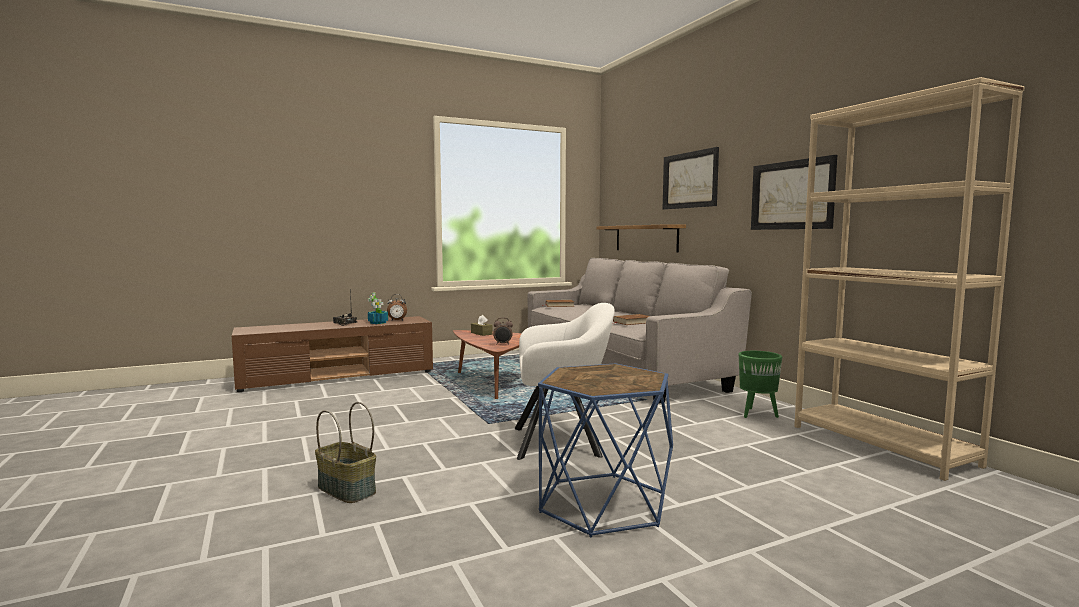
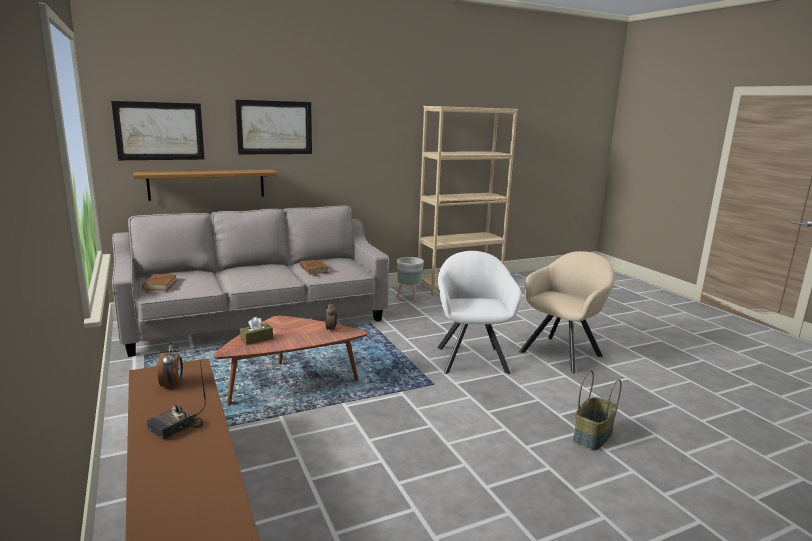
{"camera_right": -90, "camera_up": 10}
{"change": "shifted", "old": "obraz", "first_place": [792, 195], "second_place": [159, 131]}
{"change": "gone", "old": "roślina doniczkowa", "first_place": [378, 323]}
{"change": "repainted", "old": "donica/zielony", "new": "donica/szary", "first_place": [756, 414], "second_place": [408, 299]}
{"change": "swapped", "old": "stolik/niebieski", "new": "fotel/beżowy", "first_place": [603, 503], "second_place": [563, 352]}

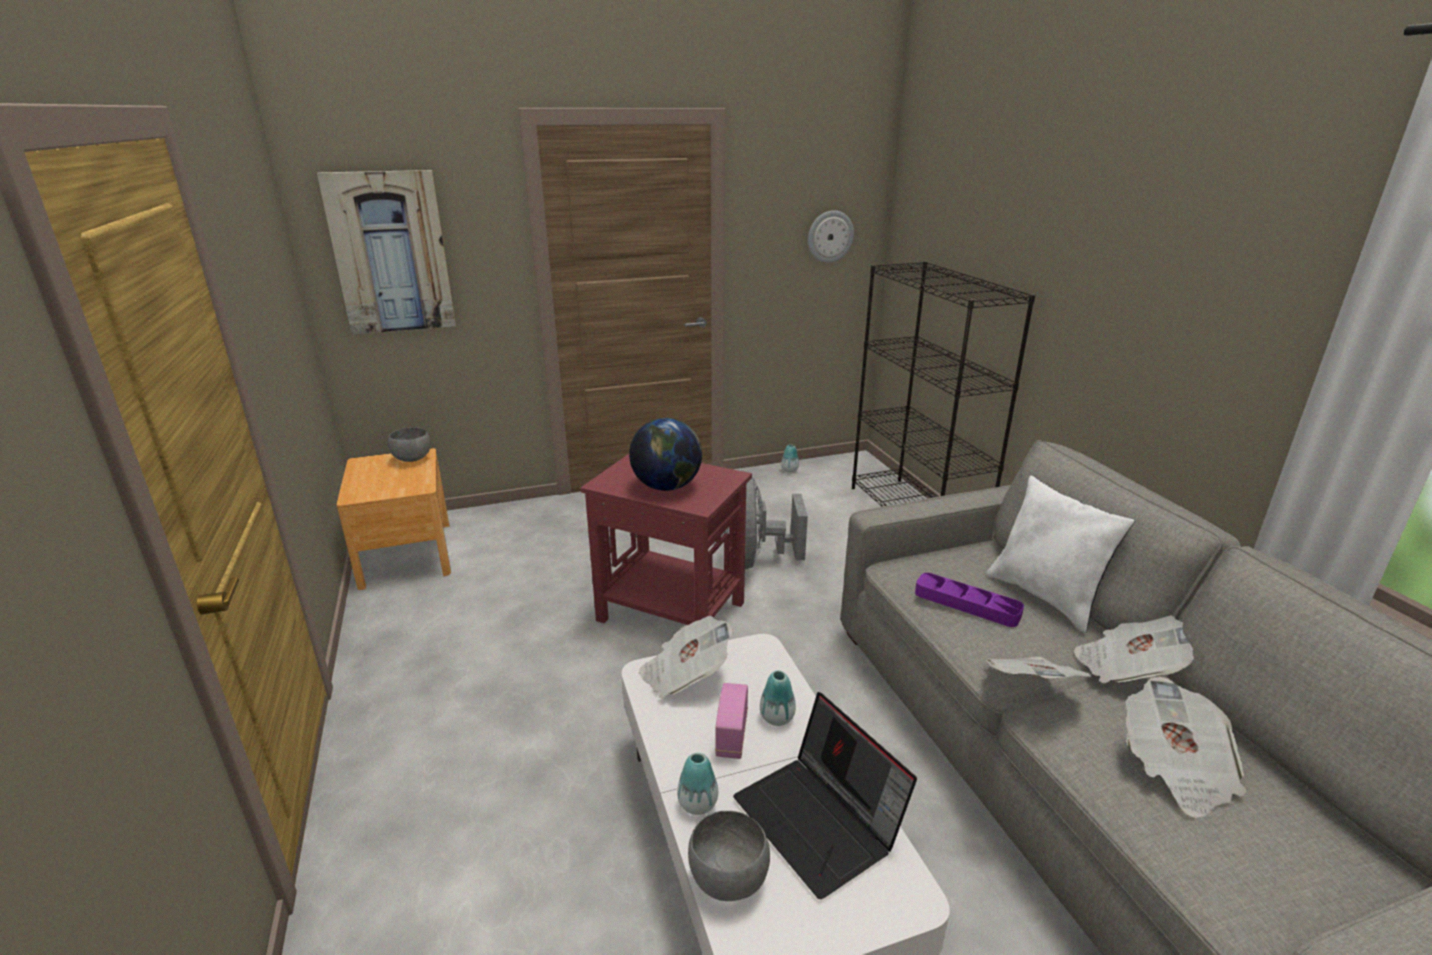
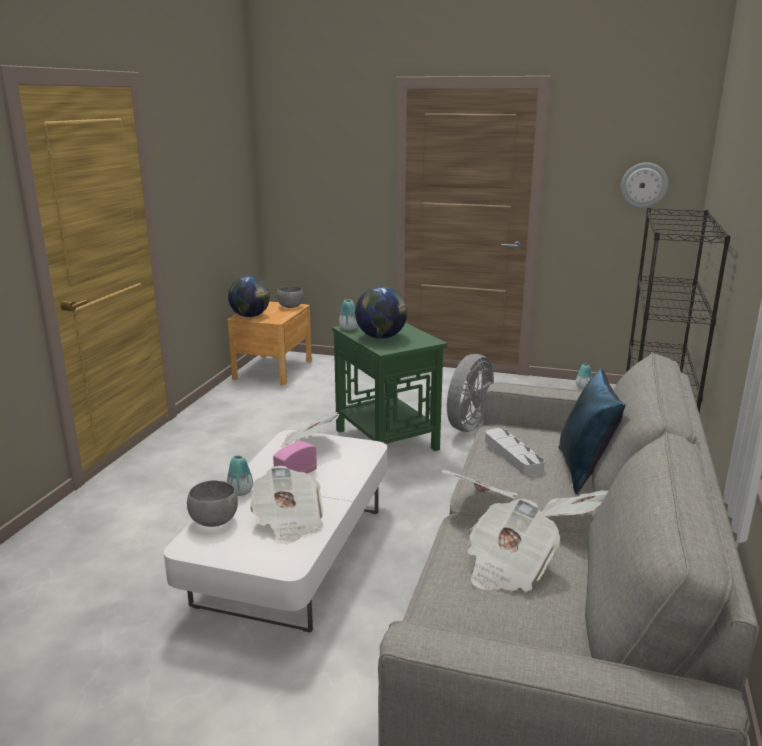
{"camera_right": 35, "camera_up": -5}
{"change": "gone", "old": "obraz", "first_place": [391, 253]}
{"change": "repainted", "old": "stolik/czerwony", "new": "stolik/zielony", "first_place": [671, 611], "second_place": [387, 439]}
{"change": "repainted", "old": "poduszka/biały", "new": "poduszka/niebieski", "first_place": [1046, 597], "second_place": [584, 471]}
{"change": "repainted", "old": "taca/fioletowy", "new": "taca/szary", "first_place": [966, 604], "second_place": [512, 455]}
{"change": "shifted", "old": "wazon", "first_place": [777, 717], "second_place": [348, 328]}
{"change": "swapped", "old": "laptop", "new": "gazeta", "first_place": [820, 821], "second_place": [288, 522]}
{"change": "new", "new": "globus", "second_place": [250, 316]}

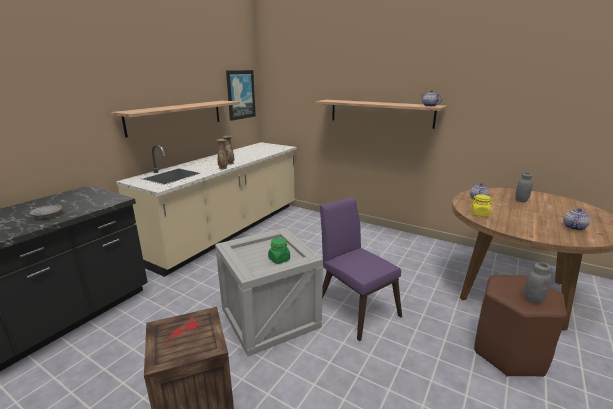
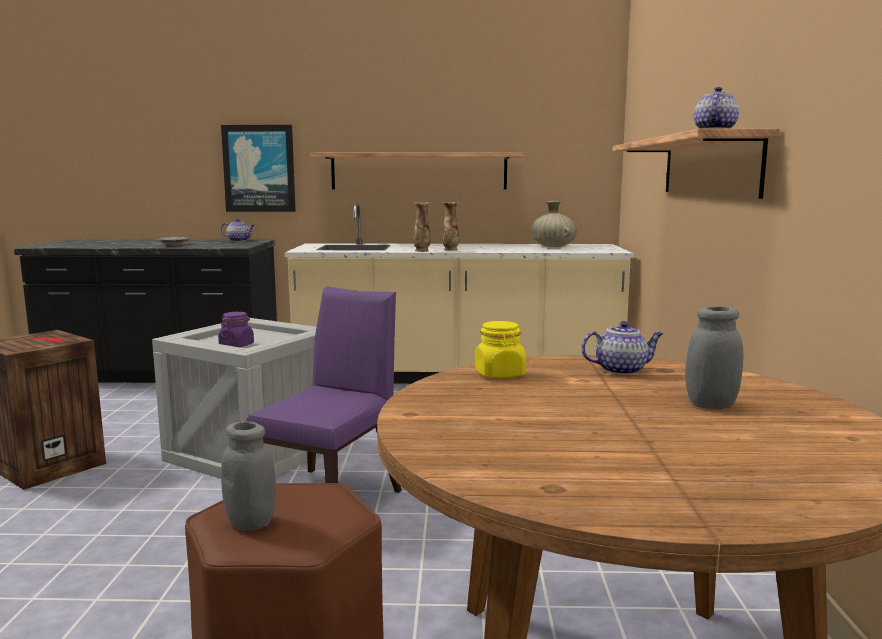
{"camera_right": 60, "camera_up": -10}
{"change": "shifted", "old": "obraz", "first_place": [240, 94], "second_place": [259, 168]}
{"change": "shifted", "old": "imbryk", "first_place": [573, 227], "second_place": [239, 240]}
{"change": "repainted", "old": "słoik/zielony", "new": "słoik/fioletowy", "first_place": [279, 259], "second_place": [236, 345]}
{"change": "new", "new": "wazon/beżowy", "second_place": [553, 247]}

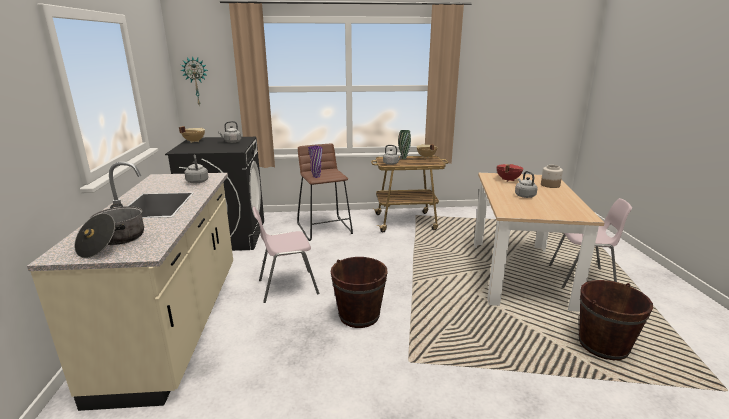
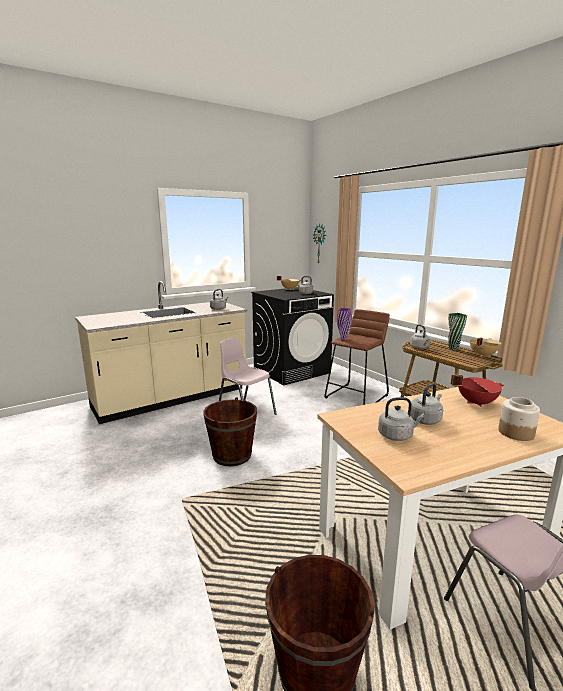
{"camera_right": 60, "camera_up": -5}
{"change": "gone", "old": "garnek", "first_place": [113, 242]}
{"change": "new", "new": "czajnik/szary", "second_place": [397, 435]}

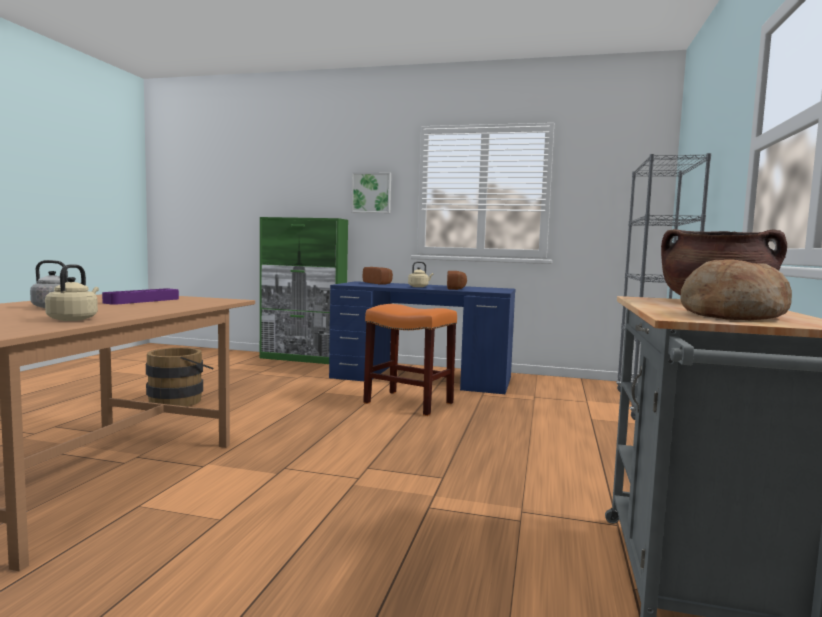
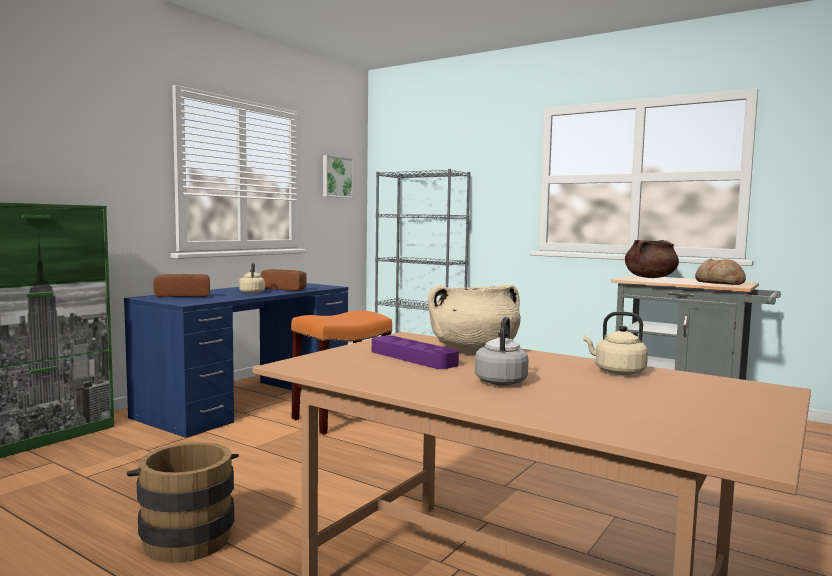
{"camera_right": -70, "camera_up": 0}
{"change": "shifted", "old": "obraz", "first_place": [372, 193], "second_place": [336, 177]}
{"change": "new", "new": "garnek/beżowy", "second_place": [474, 350]}

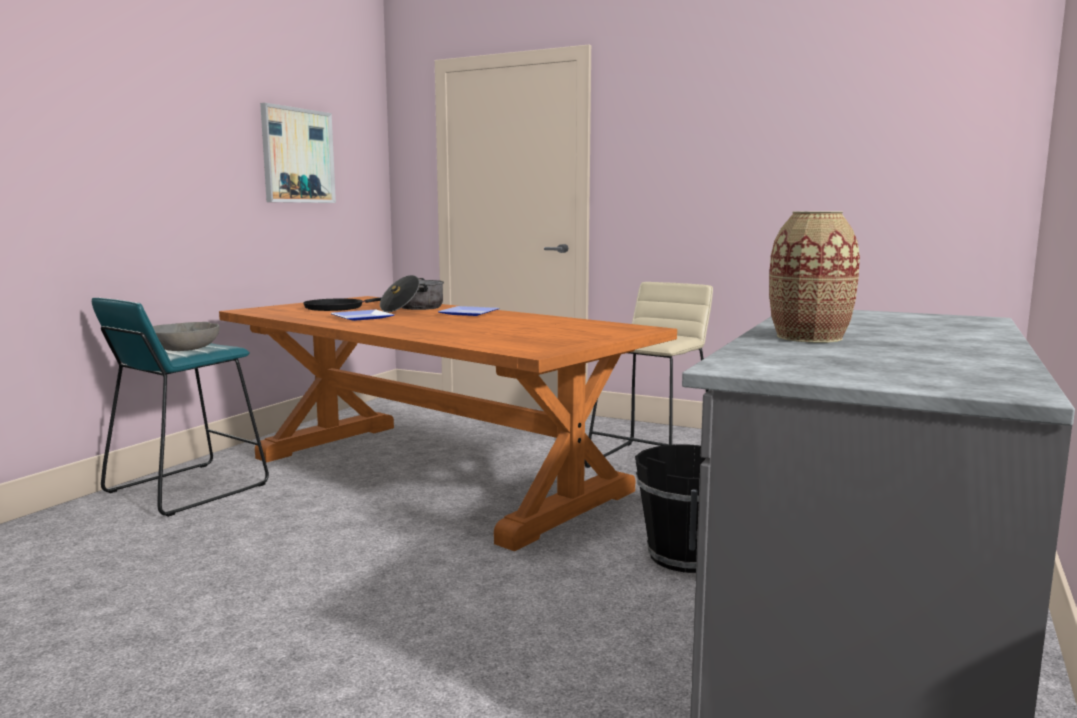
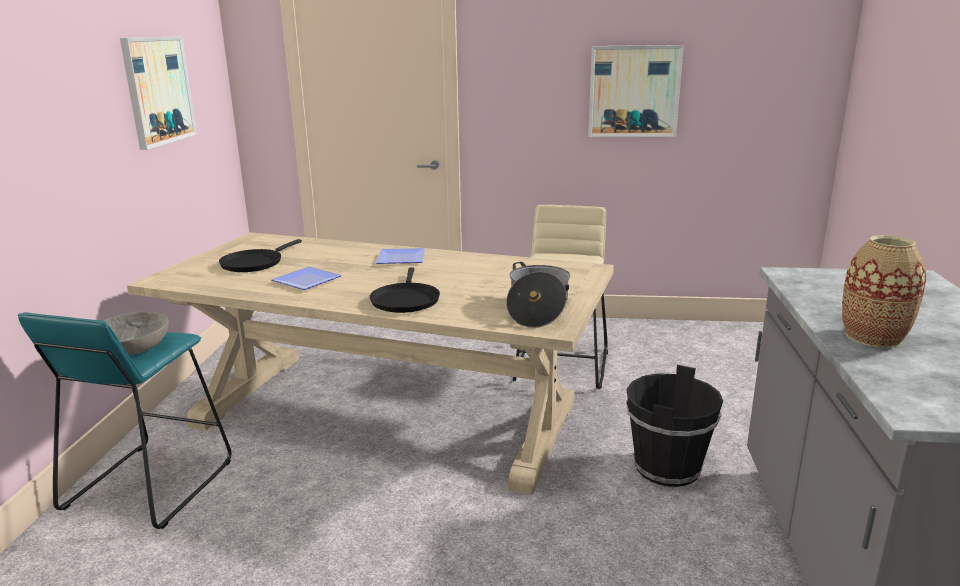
{"camera_right": -20, "camera_up": 10}
{"change": "shifted", "old": "garnek", "first_place": [413, 308], "second_place": [537, 309]}
{"change": "repainted", "old": "stół jadalny/pomarańczowy", "new": "stół jadalny/beżowy", "first_place": [431, 474], "second_place": [384, 414]}
{"change": "new", "new": "obraz", "second_place": [634, 91]}
{"change": "new", "new": "patelnia/czarny", "second_place": [405, 300]}

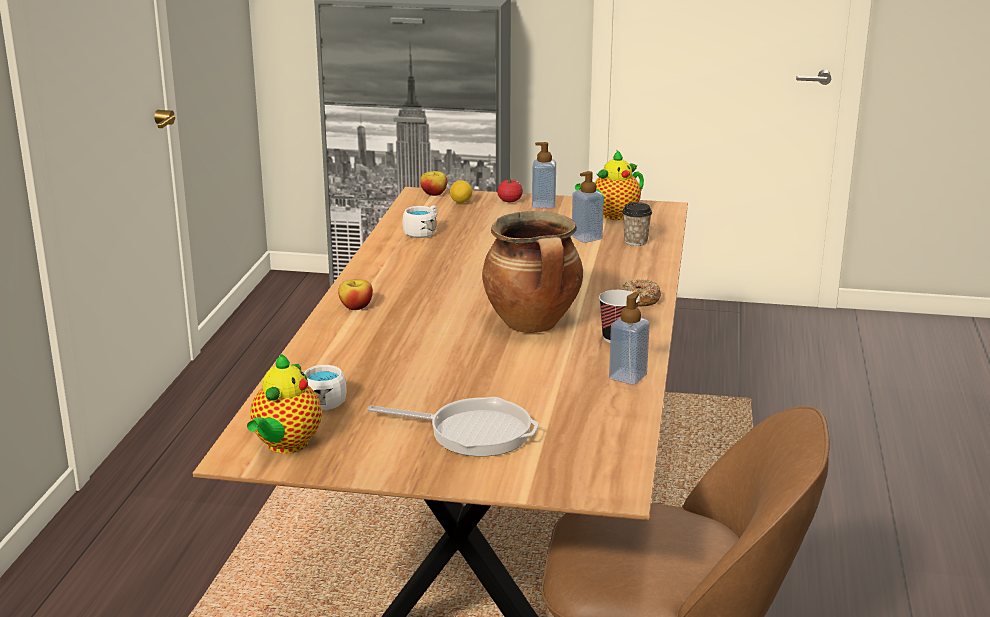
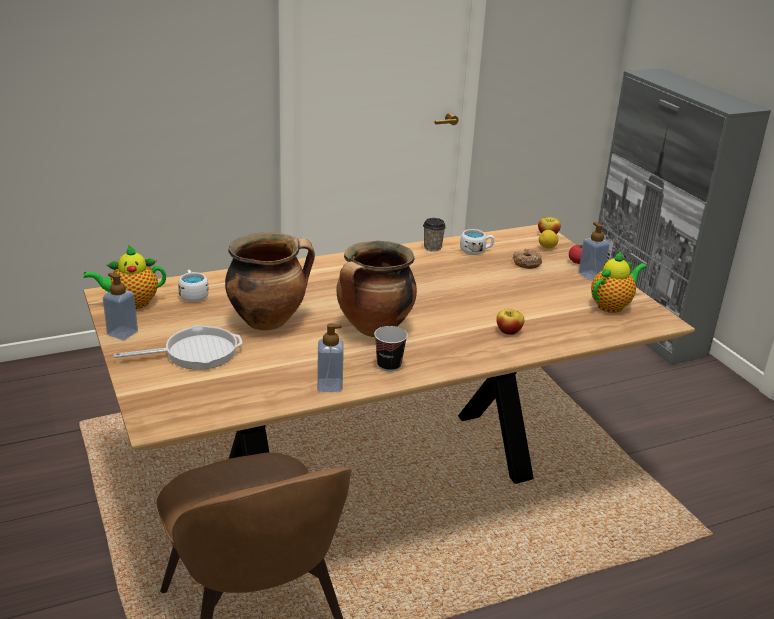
{"camera_right": 55, "camera_up": 5}
{"change": "rotated", "old": "imbryk", "first_place": [612, 216], "second_place": [612, 305], "degrees": 120}
{"change": "shifted", "old": "dozownik mydła", "first_place": [586, 238], "second_place": [122, 333]}
{"change": "shifted", "old": "filiżanka", "first_place": [635, 241], "second_place": [432, 247]}
{"change": "shifted", "old": "jabłko", "first_place": [356, 307], "second_place": [508, 331]}
{"change": "shifted", "old": "donut", "first_place": [640, 299], "second_place": [527, 263]}
{"change": "rotated", "old": "patelnia", "first_place": [473, 432], "second_place": [195, 353], "degrees": -90}
{"change": "new", "new": "garnek", "second_place": [268, 320]}

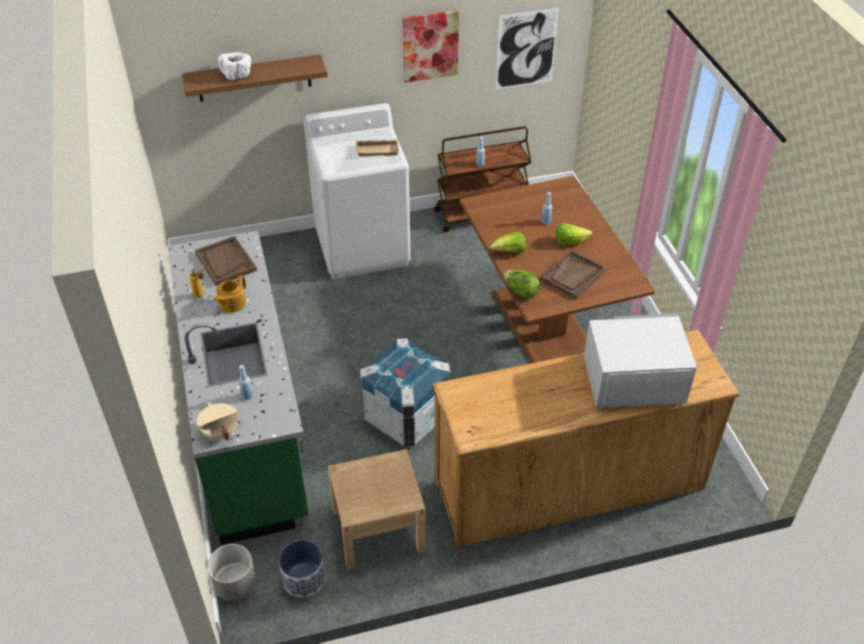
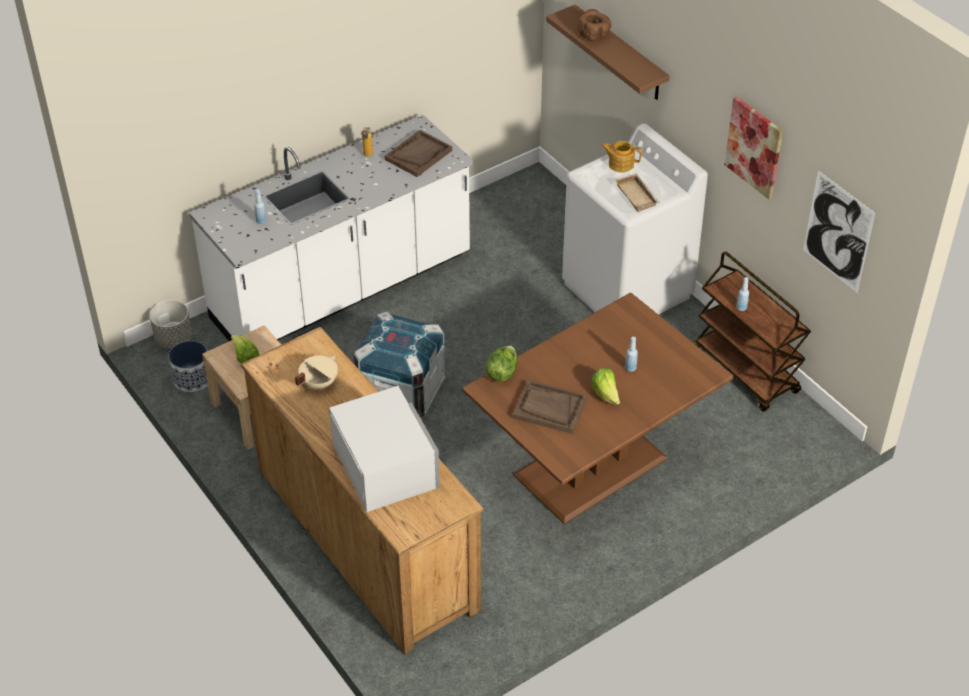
{"camera_right": 70, "camera_up": 0}
{"change": "repainted", "old": "miska/biały", "new": "miska/brązowy", "first_place": [237, 75], "second_place": [594, 36]}
{"change": "repainted", "old": "zabudowa kuchenna/zielony", "new": "zabudowa kuchenna/biały", "first_place": [249, 425], "second_place": [342, 290]}
{"change": "shifted", "old": "sałata", "first_place": [509, 252], "second_place": [245, 358]}
{"change": "shifted", "old": "imbryk", "first_place": [232, 303], "second_place": [620, 164]}
{"change": "shifted", "old": "garnek/beżowy", "first_place": [220, 432], "second_place": [318, 383]}

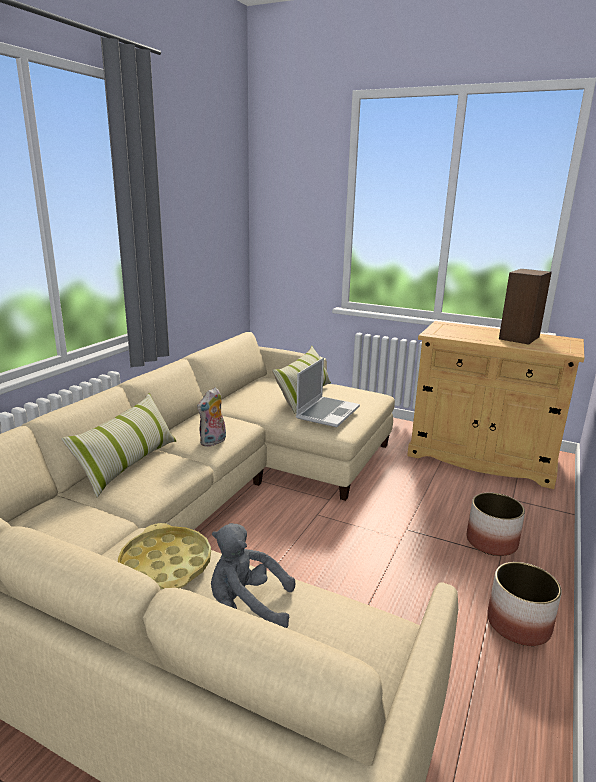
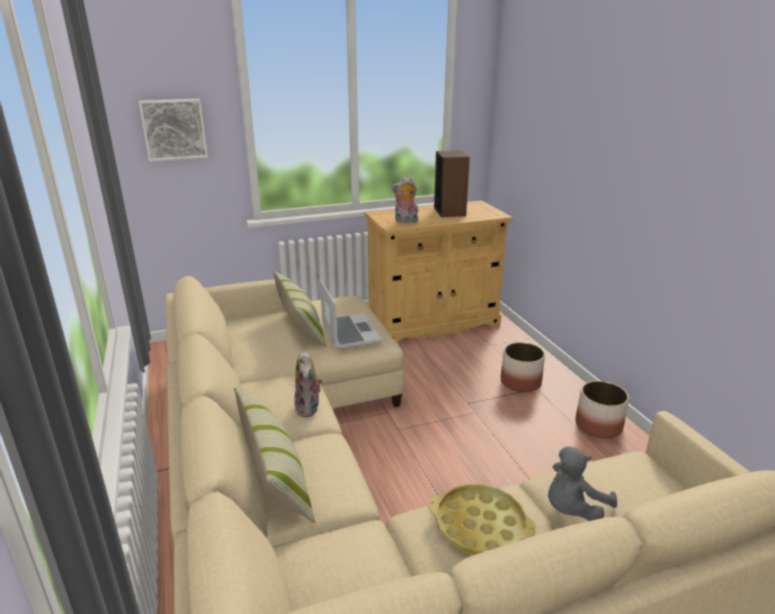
{"camera_right": -45, "camera_up": 5}
{"change": "new", "new": "obraz", "second_place": [174, 129]}
{"change": "new", "new": "pluszak", "second_place": [405, 221]}

